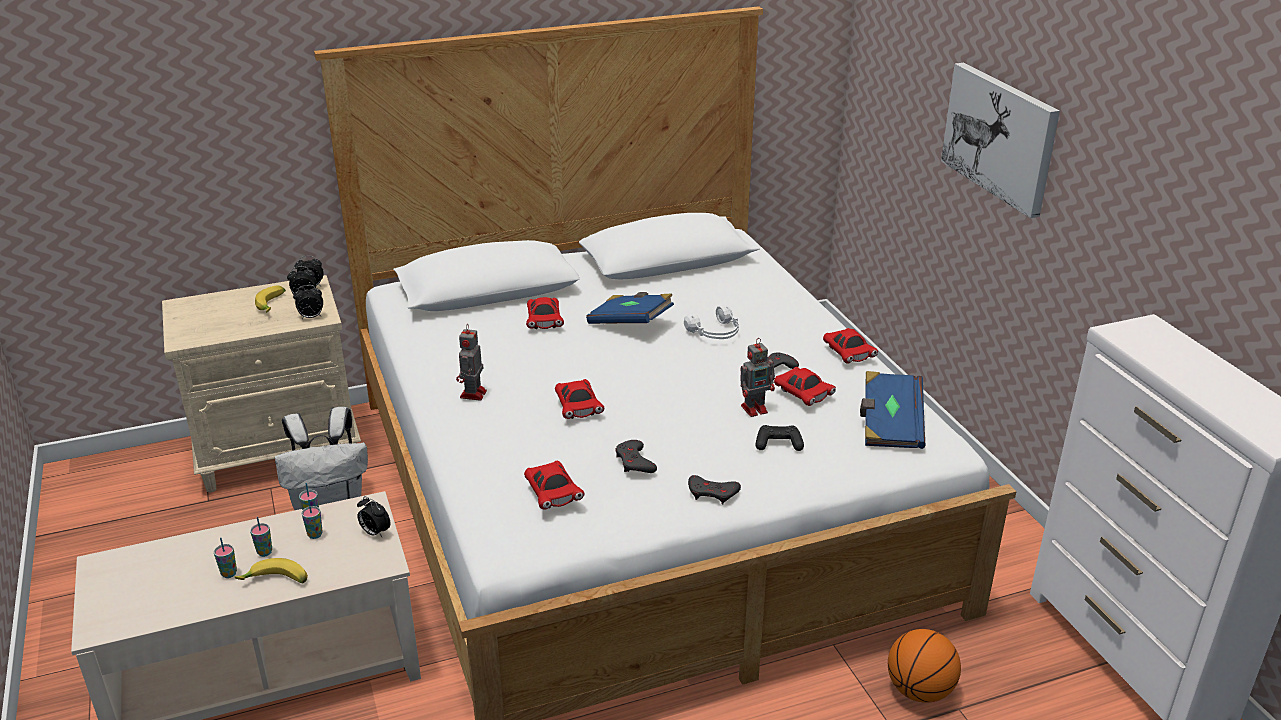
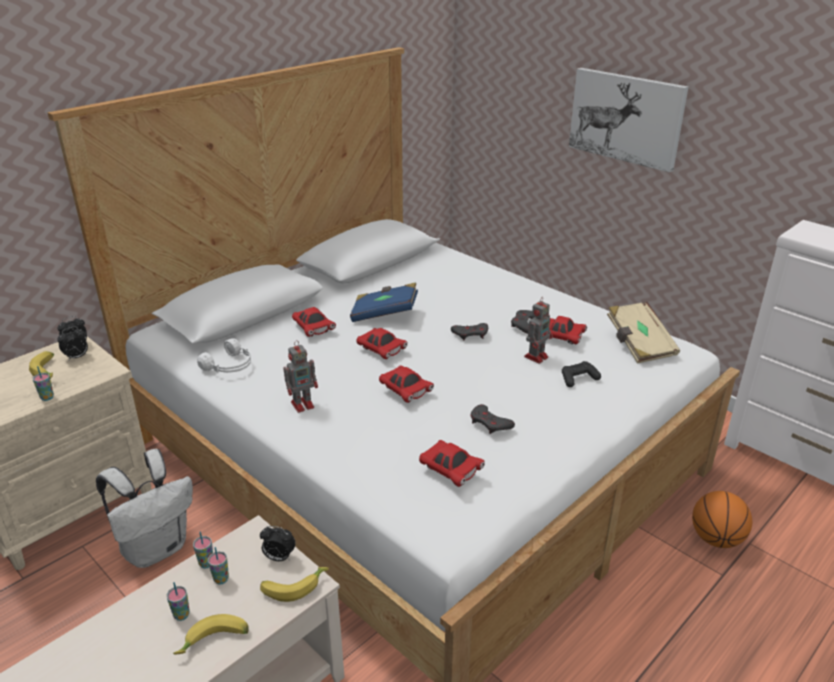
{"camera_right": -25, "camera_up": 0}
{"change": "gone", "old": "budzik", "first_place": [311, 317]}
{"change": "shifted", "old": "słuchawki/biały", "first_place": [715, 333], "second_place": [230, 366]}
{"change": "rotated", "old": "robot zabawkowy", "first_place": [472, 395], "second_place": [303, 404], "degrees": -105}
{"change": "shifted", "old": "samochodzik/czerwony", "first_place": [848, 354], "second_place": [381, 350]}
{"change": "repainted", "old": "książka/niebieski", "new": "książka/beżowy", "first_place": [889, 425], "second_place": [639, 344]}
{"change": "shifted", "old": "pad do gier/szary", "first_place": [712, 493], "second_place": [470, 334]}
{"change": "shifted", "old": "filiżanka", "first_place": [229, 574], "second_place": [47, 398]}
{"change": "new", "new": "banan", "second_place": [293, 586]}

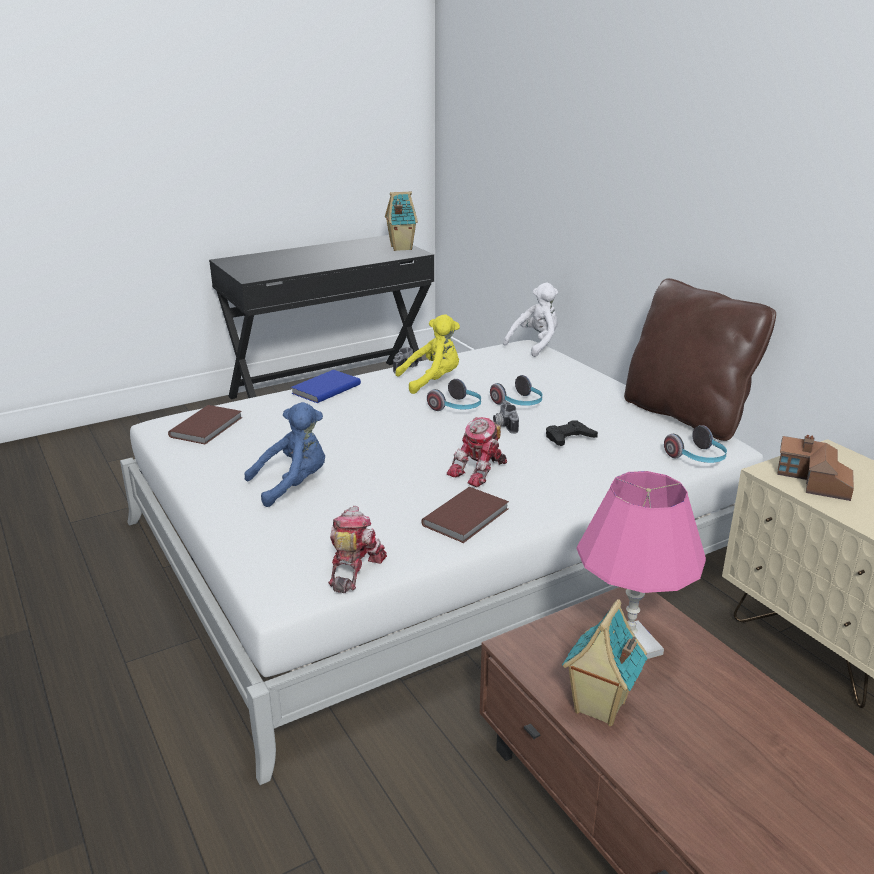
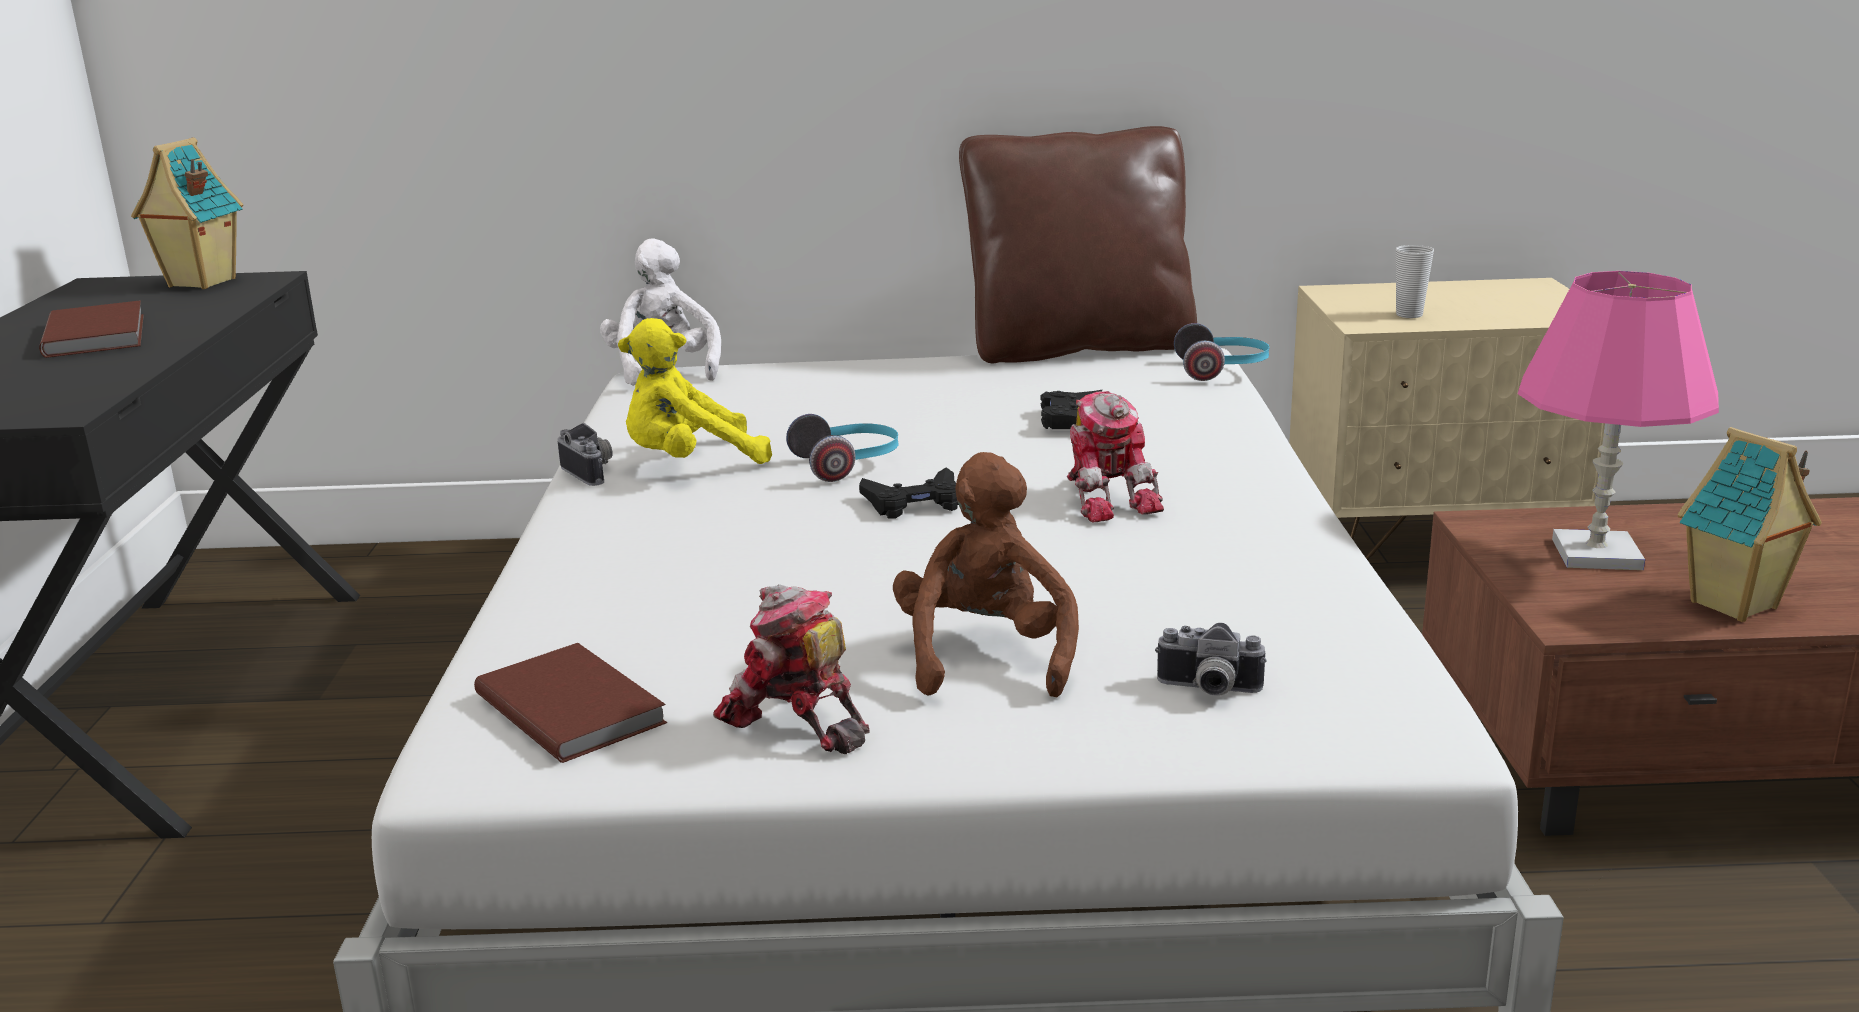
{"camera_right": -60, "camera_up": -5}
{"change": "rotated", "old": "pluszak/żółty", "first_place": [432, 381], "second_place": [690, 463], "degrees": -120}
{"change": "gone", "old": "książka/niebieski", "first_place": [324, 389]}
{"change": "gone", "old": "słuchawki", "first_place": [519, 404]}
{"change": "shifted", "old": "aparat fotograficzny", "first_place": [503, 426], "second_place": [1208, 690]}
{"change": "repainted", "old": "pluszak/niebieski", "new": "pluszak/brązowy", "first_place": [293, 484], "second_place": [985, 656]}
{"change": "swapped", "old": "domek", "new": "filiżanka", "first_place": [813, 482], "second_place": [1409, 315]}
{"change": "shifted", "old": "książka/brązowy", "first_place": [468, 517], "second_place": [99, 334]}
{"change": "shifted", "old": "robot zabawkowy", "first_place": [353, 569], "second_place": [796, 721]}
{"change": "new", "new": "pad do gier/czarny", "second_place": [914, 503]}

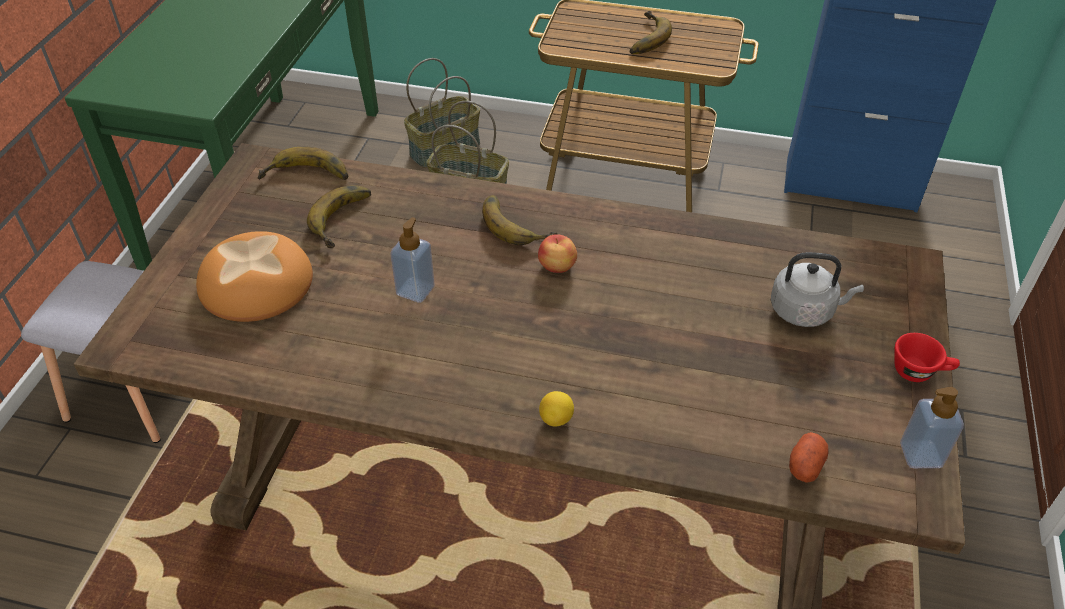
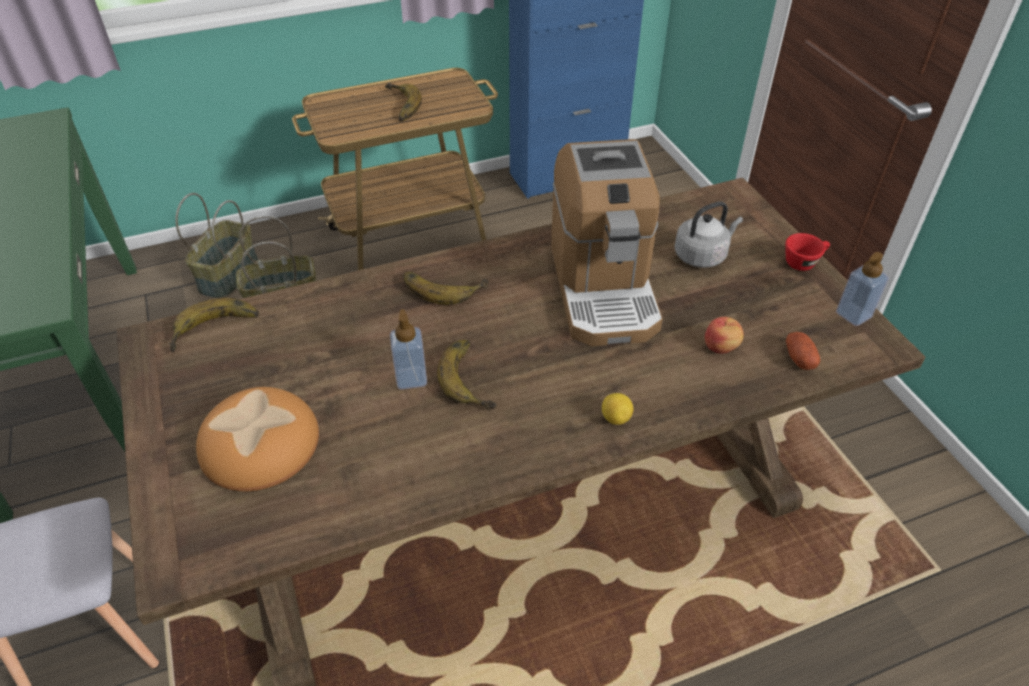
{"camera_right": -35, "camera_up": 0}
{"change": "shifted", "old": "banan", "first_place": [347, 220], "second_place": [473, 377]}
{"change": "shifted", "old": "jabłko", "first_place": [557, 267], "second_place": [721, 347]}
{"change": "new", "new": "ekspres do kawy", "second_place": [603, 288]}

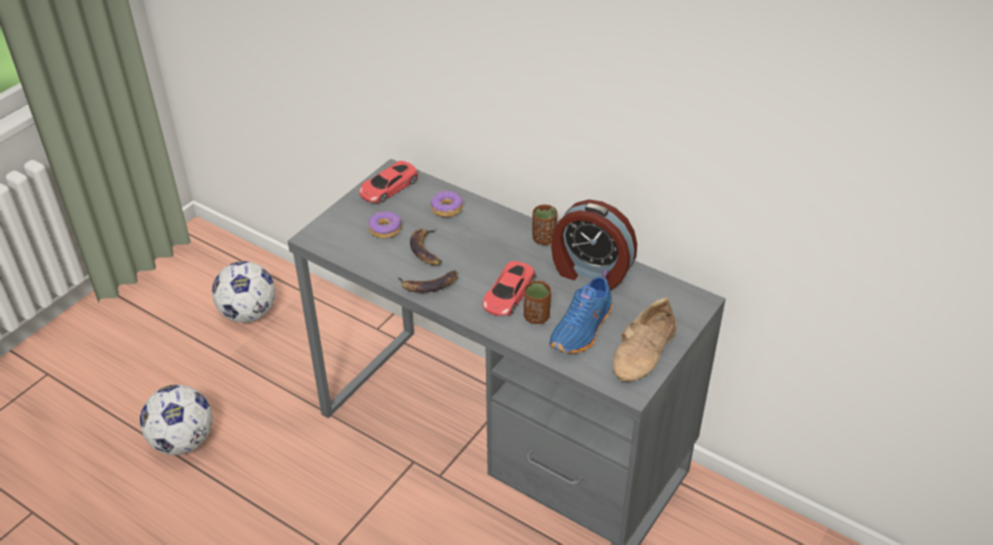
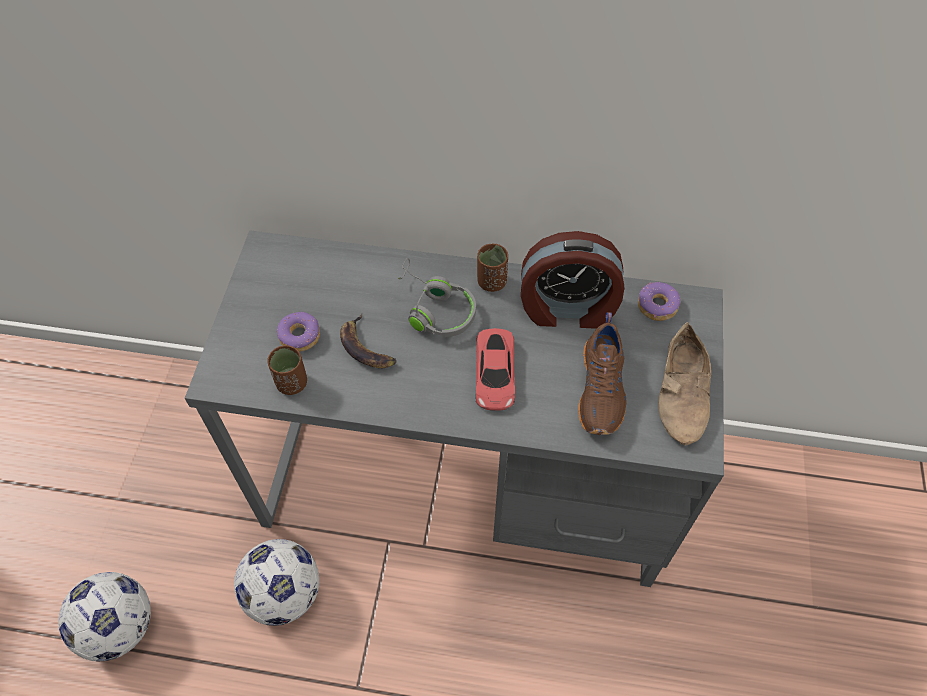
{"camera_right": -25, "camera_up": 15}
{"change": "gone", "old": "samochodzik/czerwony", "first_place": [388, 187]}
{"change": "shifted", "old": "donut", "first_place": [446, 209], "second_place": [657, 306]}
{"change": "shifted", "old": "piłka futbolowa", "first_place": [249, 313], "second_place": [284, 593]}
{"change": "repainted", "old": "but/niebieski", "new": "but/brązowy", "first_place": [583, 329], "second_place": [602, 389]}
{"change": "gone", "old": "banan", "first_place": [429, 284]}
{"change": "shifted", "old": "filiżanka/brązowy", "first_place": [536, 317], "second_place": [292, 383]}
{"change": "new", "new": "słuchawki/szary", "second_place": [434, 308]}

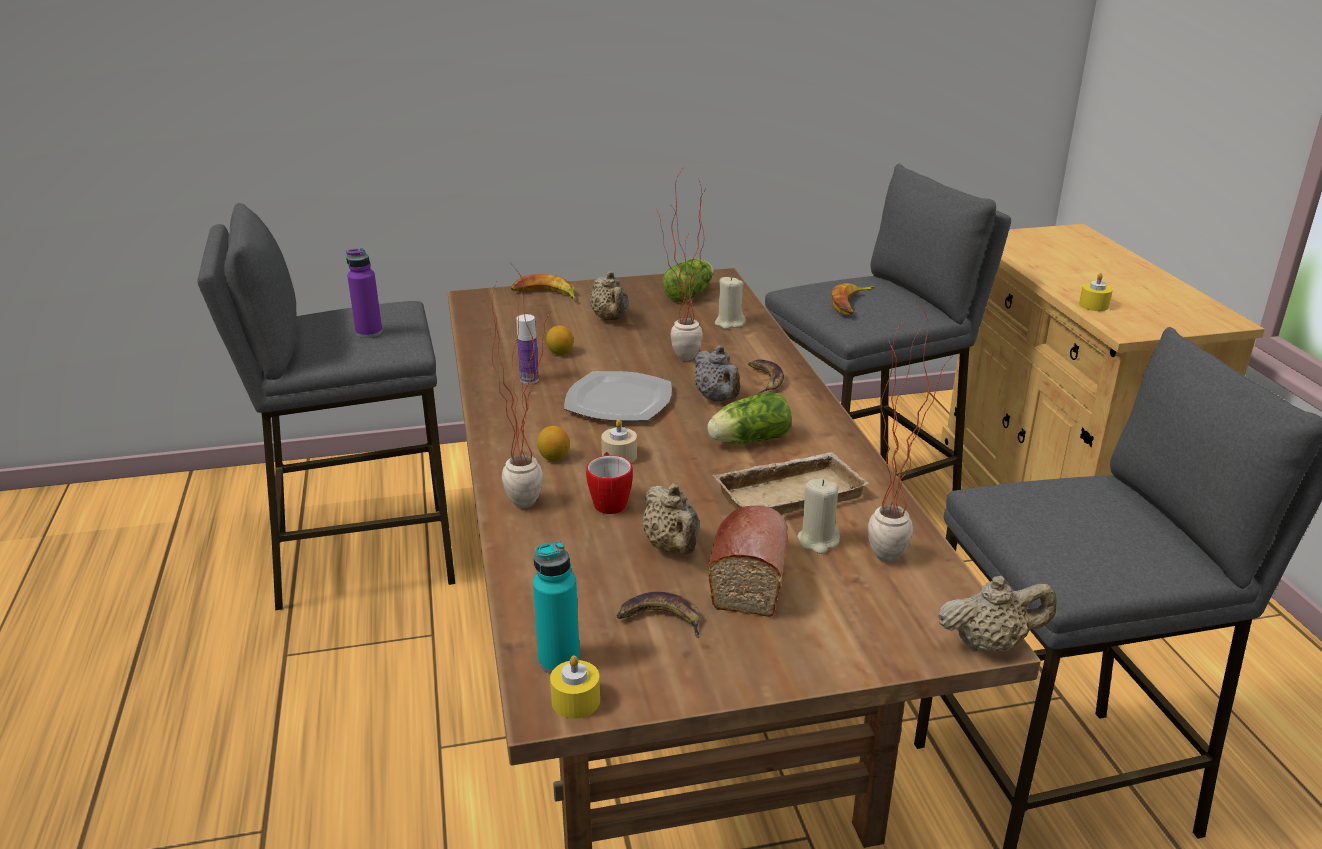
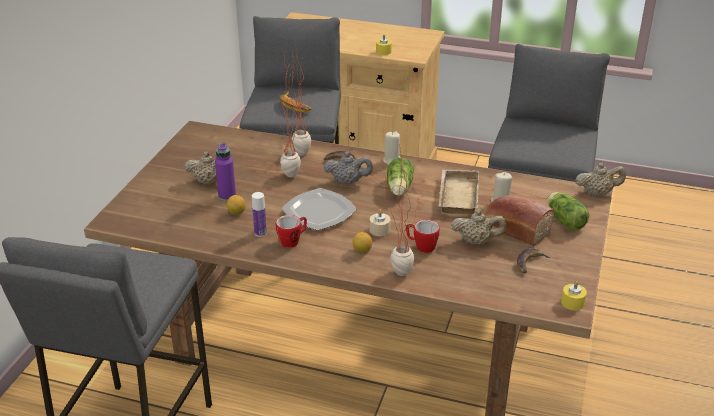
{"camera_right": -60, "camera_up": 5}
{"change": "shifted", "old": "butelka/fioletowy", "first_place": [369, 332], "second_place": [227, 196]}
{"change": "shifted", "old": "sałata", "first_place": [690, 294], "second_place": [564, 220]}
{"change": "gone", "old": "banan", "first_place": [545, 295]}
{"change": "shifted", "old": "świeca/beżowy", "first_place": [729, 323], "second_place": [392, 160]}
{"change": "shifted", "old": "roślina doniczkowa", "first_place": [894, 551], "second_place": [300, 150]}
{"change": "gone", "old": "butelka/turkusowy", "first_place": [559, 660]}
{"change": "rotated", "old": "imbryk/beżowy", "first_place": [990, 644], "second_place": [597, 193], "degrees": 60}
{"change": "new", "new": "kubek", "second_place": [293, 241]}

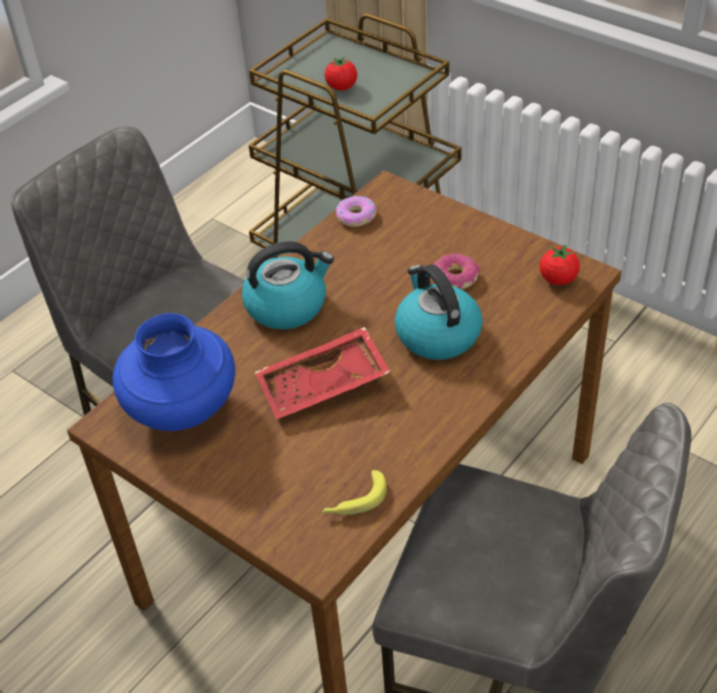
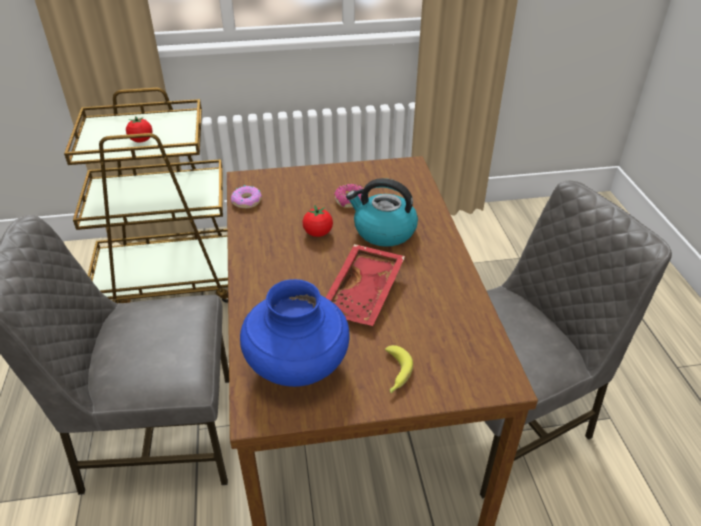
{"camera_right": -50, "camera_up": -5}
{"change": "gone", "old": "czajnik", "first_place": [287, 305]}
{"change": "shifted", "old": "pomidor", "first_place": [558, 279], "second_place": [318, 233]}
{"change": "shifted", "old": "banan", "first_place": [355, 501], "second_place": [395, 374]}

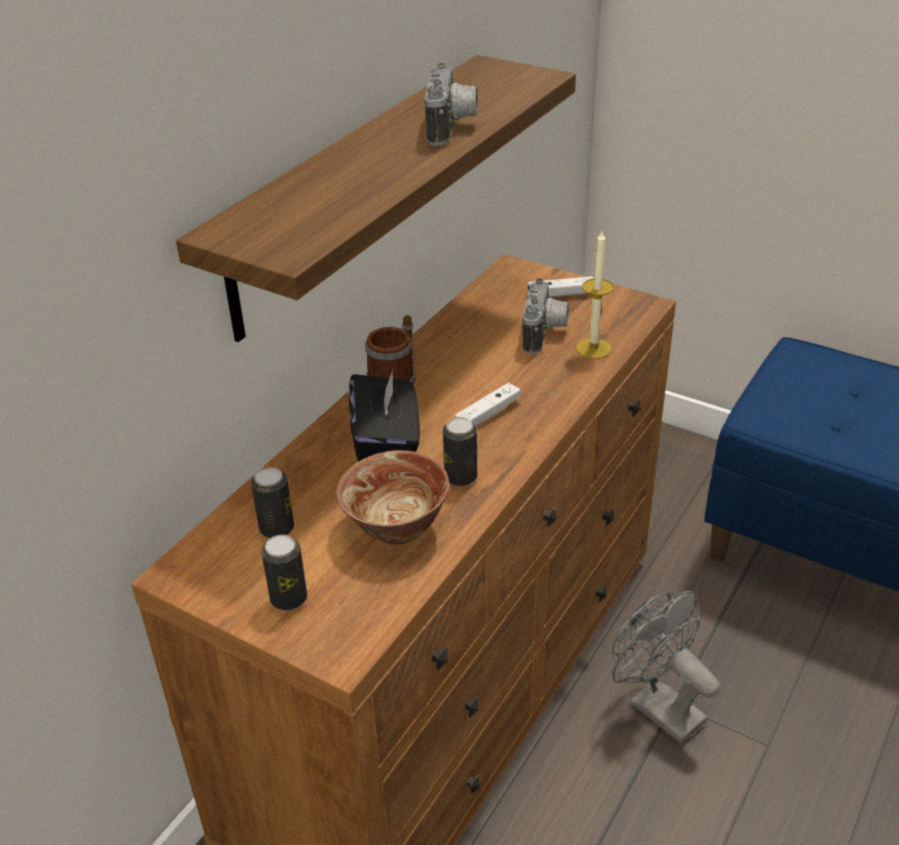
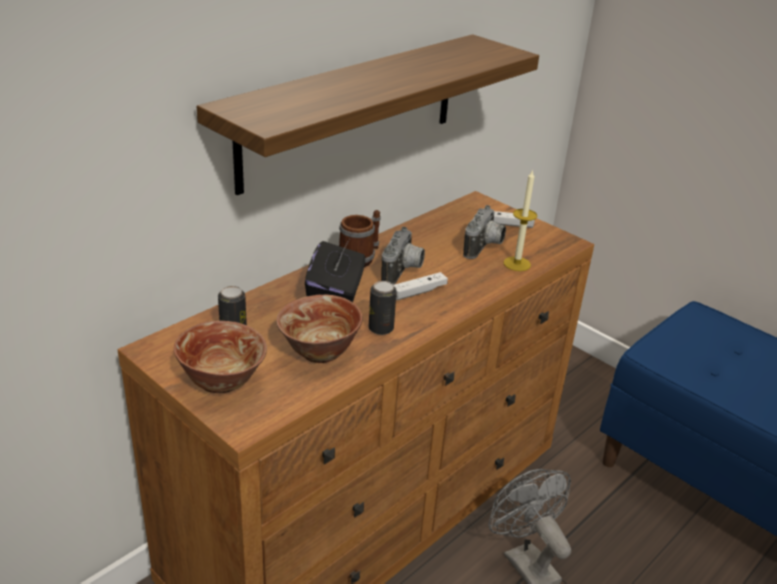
{"camera_right": 10, "camera_up": -5}
{"change": "shifted", "old": "aparat fotograficzny", "first_place": [452, 128], "second_place": [403, 272]}
{"change": "swapped", "old": "puszka", "new": "miska", "first_place": [288, 598], "second_place": [222, 381]}

